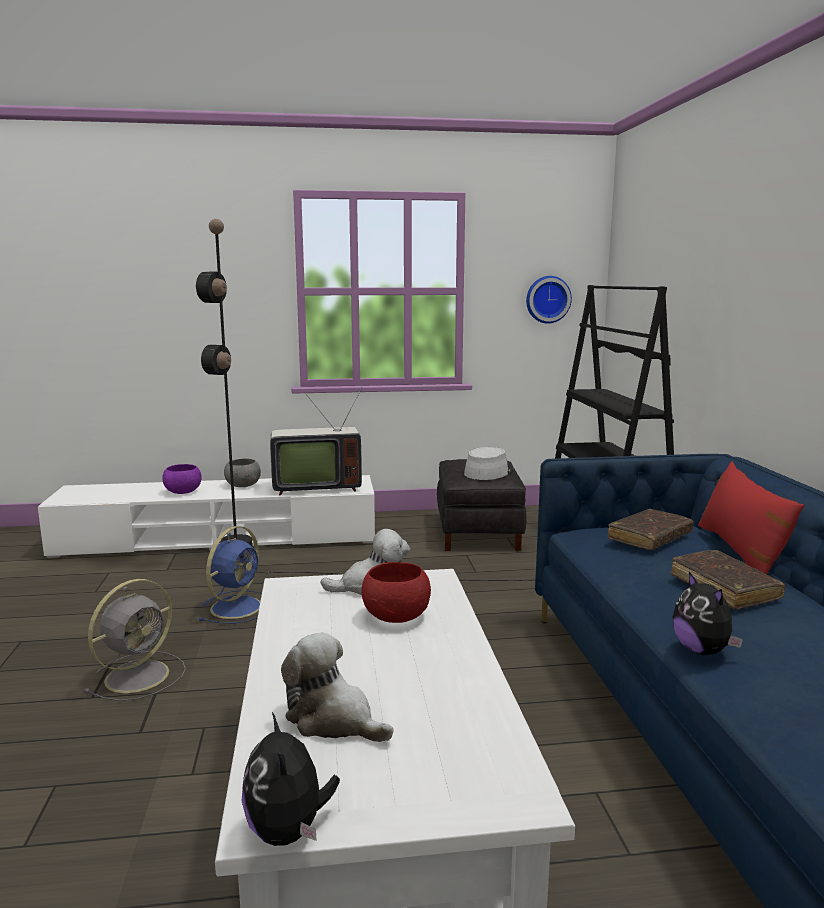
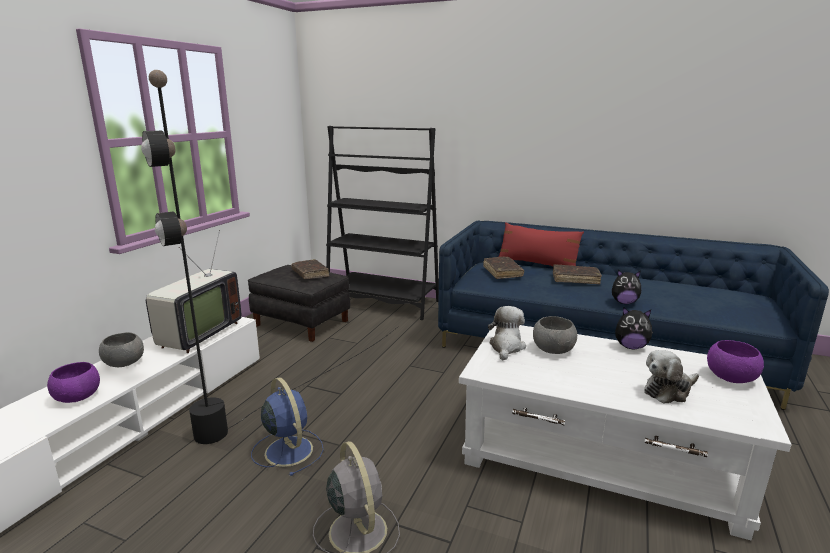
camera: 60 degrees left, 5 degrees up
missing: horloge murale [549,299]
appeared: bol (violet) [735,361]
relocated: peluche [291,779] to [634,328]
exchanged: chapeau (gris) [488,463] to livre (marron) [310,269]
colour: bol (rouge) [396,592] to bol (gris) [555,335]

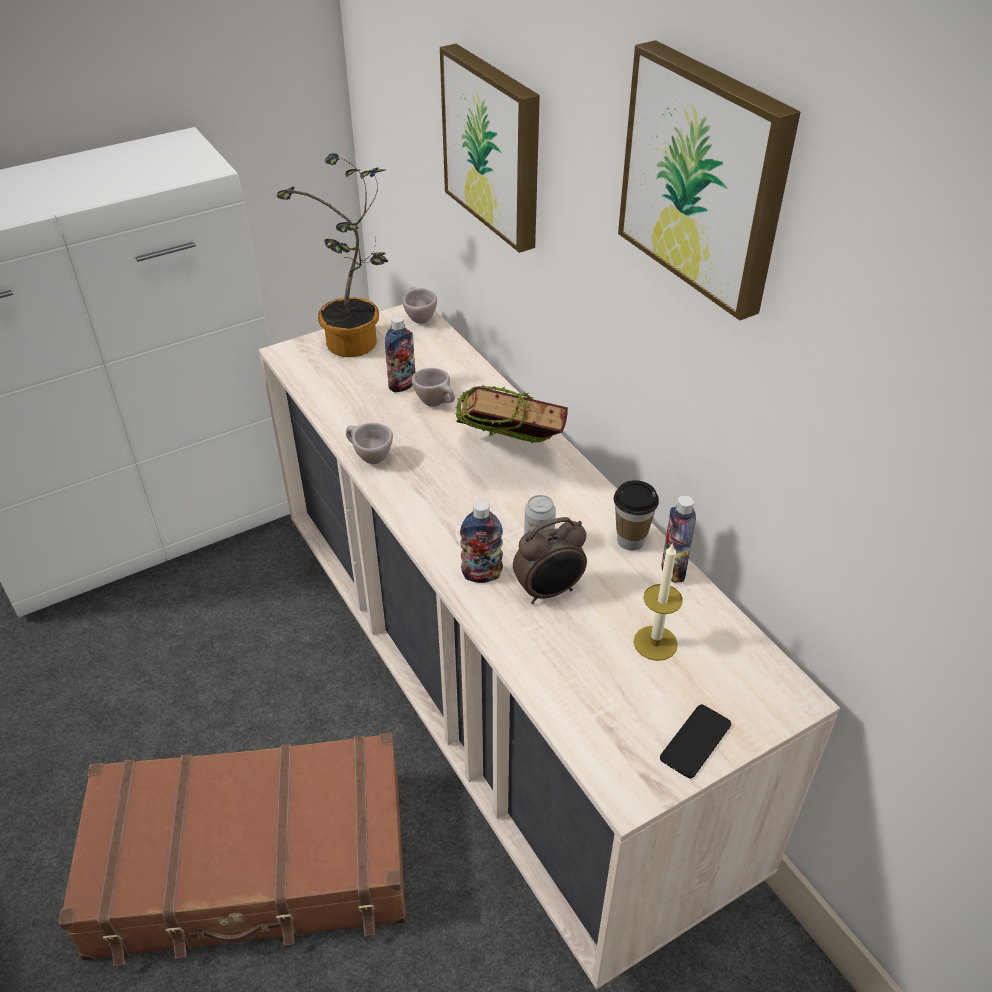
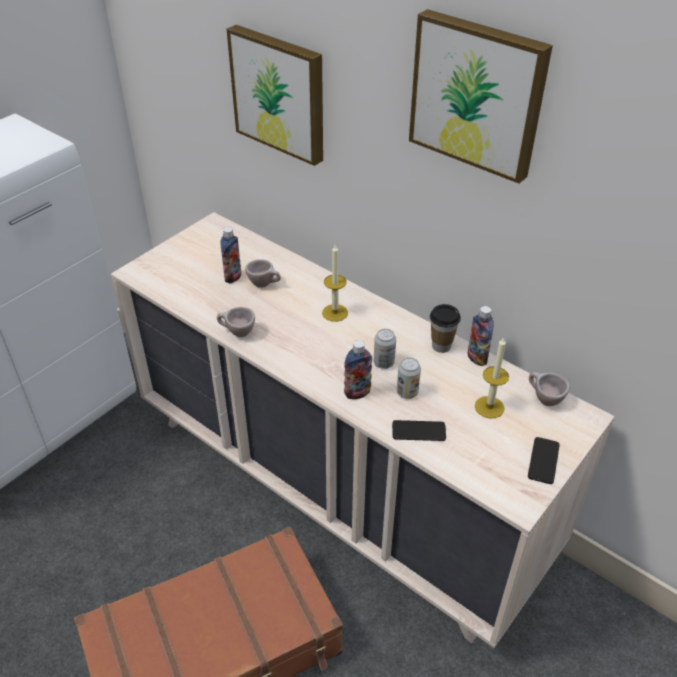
camera: 20 degrees left, 0 degrees up
missing: plante en pot [332,255]
appeared: téléphone [419,430]
relocated: tasse (beige) [420,305] to [549,389]
exchanged: livre [511,414] to bougie [335,283]; réveil [550,560] to boîte métallique [409,378]

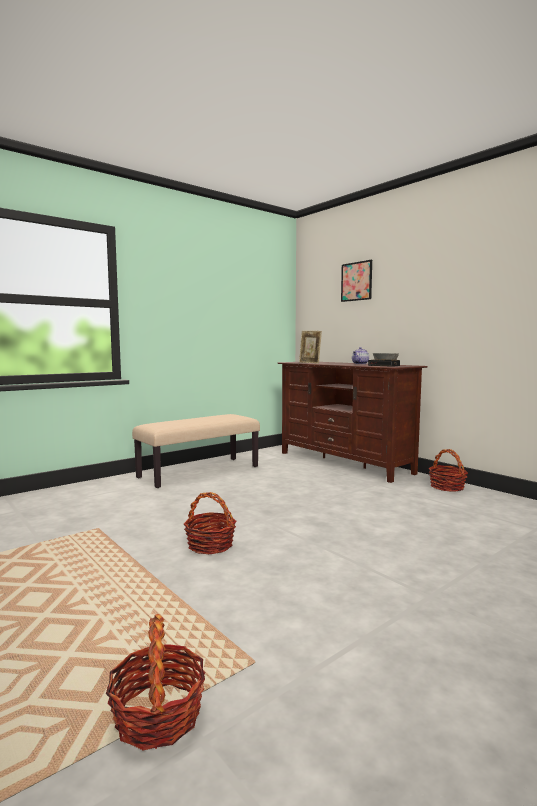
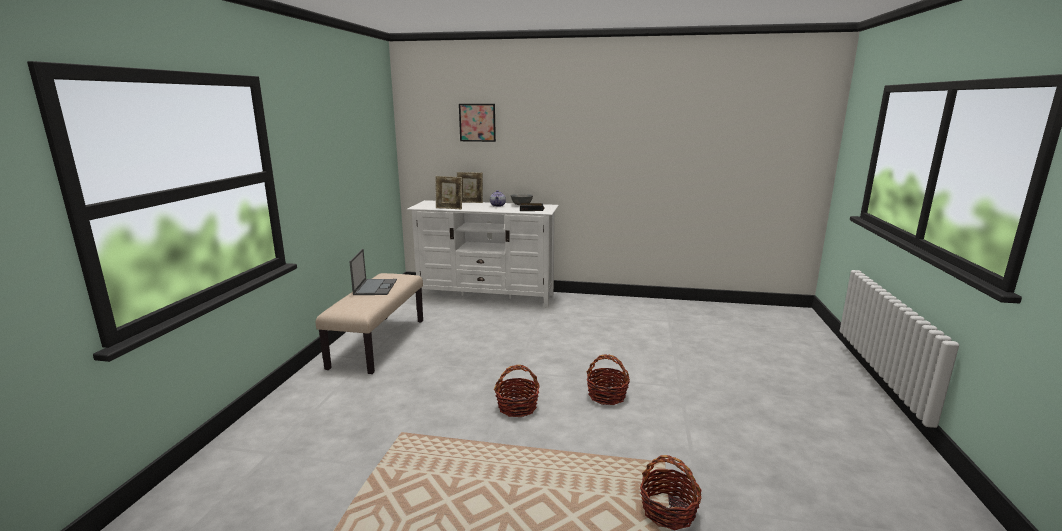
camera: 40 degrees left, 10 degrees up
appeared: ordinateur portable [373,272]; cadre photo [470,187]
relocated: panier [448,470] to [608,380]
colour: meuble télé (marron) [353,422] to meuble télé (blanc) [483,254]

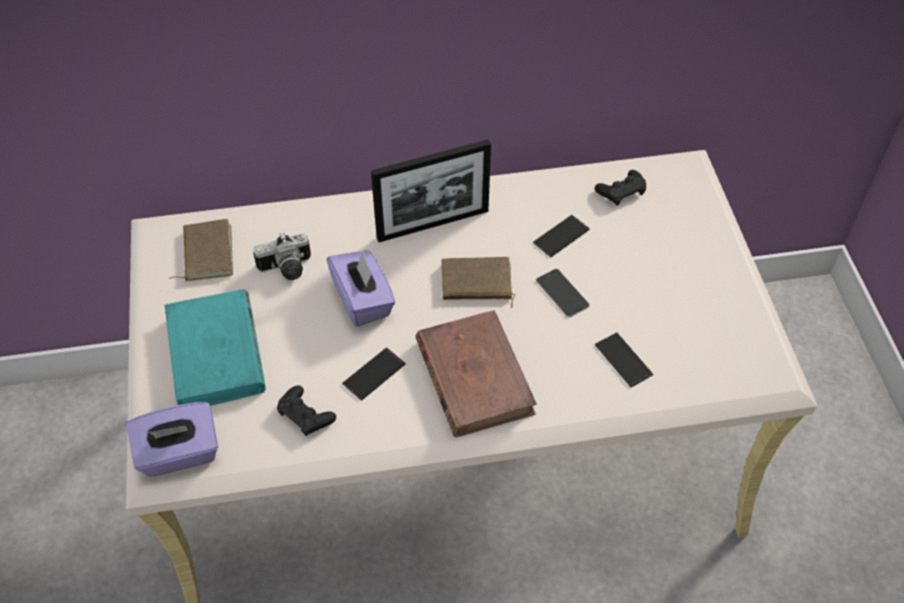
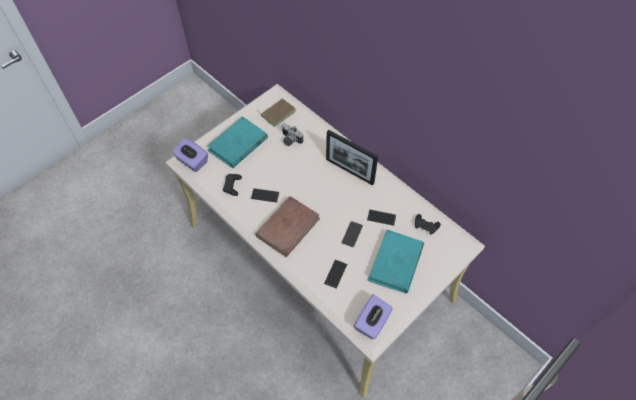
camera: 55 degrees right, 5 degrees up
missing: livre (marron) [478,282]
appeared: livre (turquoise) [395,261]
relocated: boîte à mouchoirs (violet) [361,288] to [373,316]

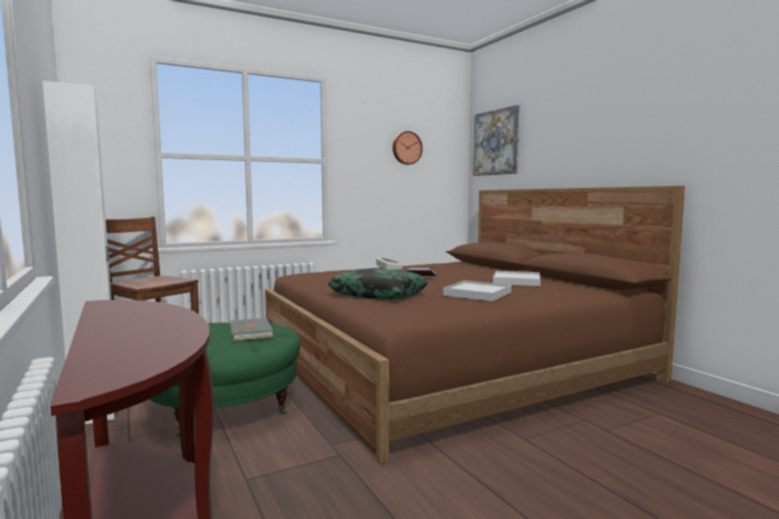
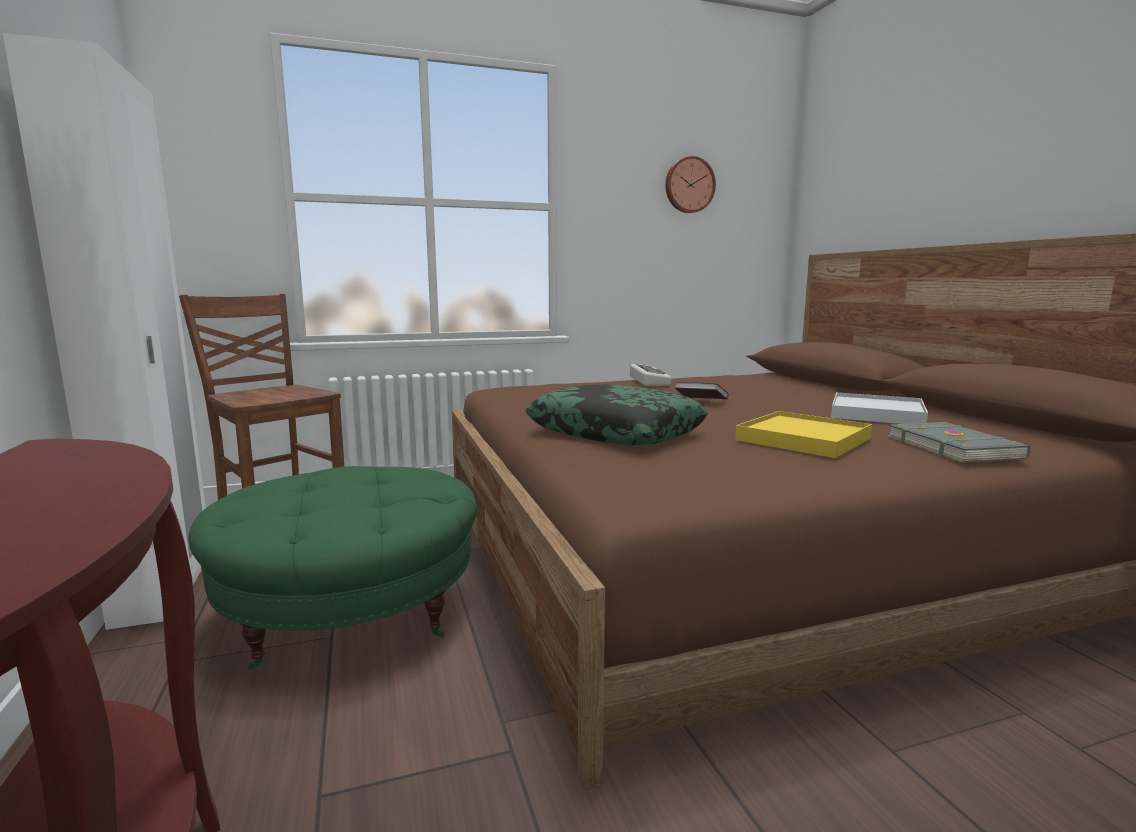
camera: 10 degrees right, 5 degrees up
missing: tableau [496,140]
relocated: livre (gris) [252,329] to [959,442]
colour: plateau (blanc) [477,290] to plateau (jaune) [803,434]

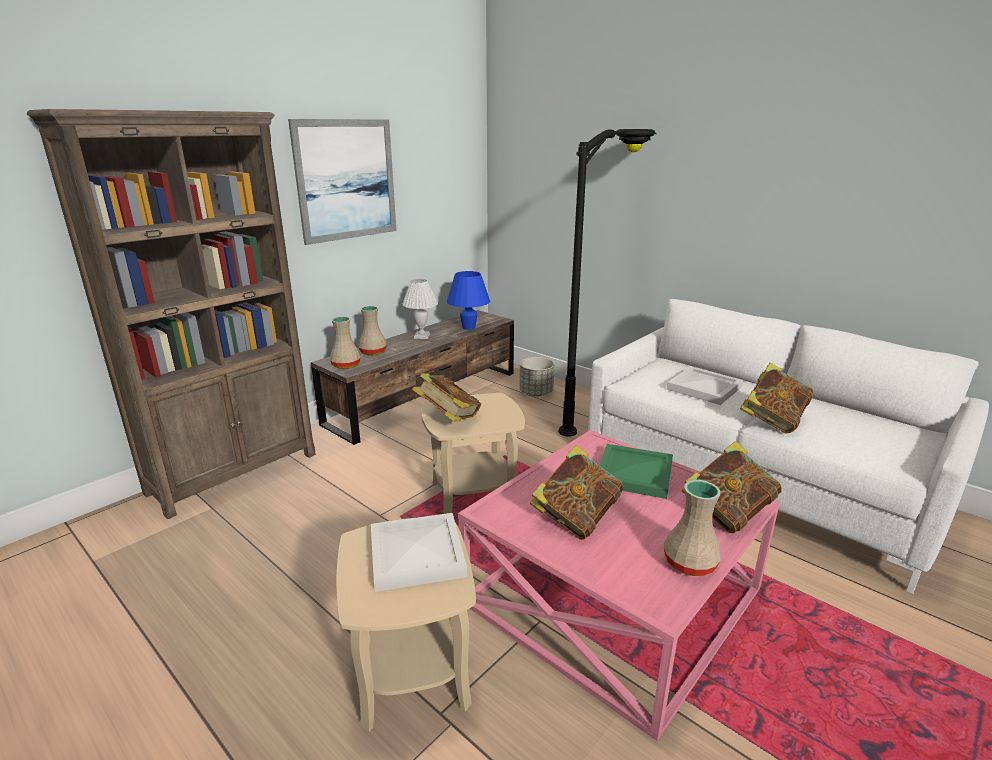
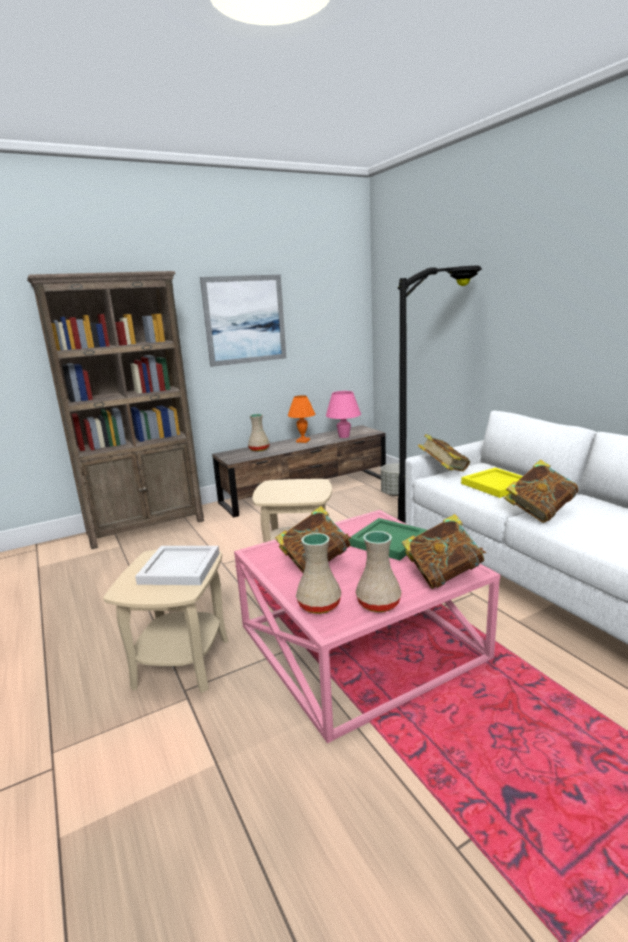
camera: 20 degrees right, 5 degrees down
relocated: vase (beige) [345,343] to [318,573]; livre [446,397] to [444,453]
colour: lampe de table (blanc) [420,309] to lampe de table (orange) [301,419]; lampe de table (bleu) [468,300] to lampe de table (rose) [343,414]; plateau (blanc) [705,386] to plateau (jaune) [492,483]

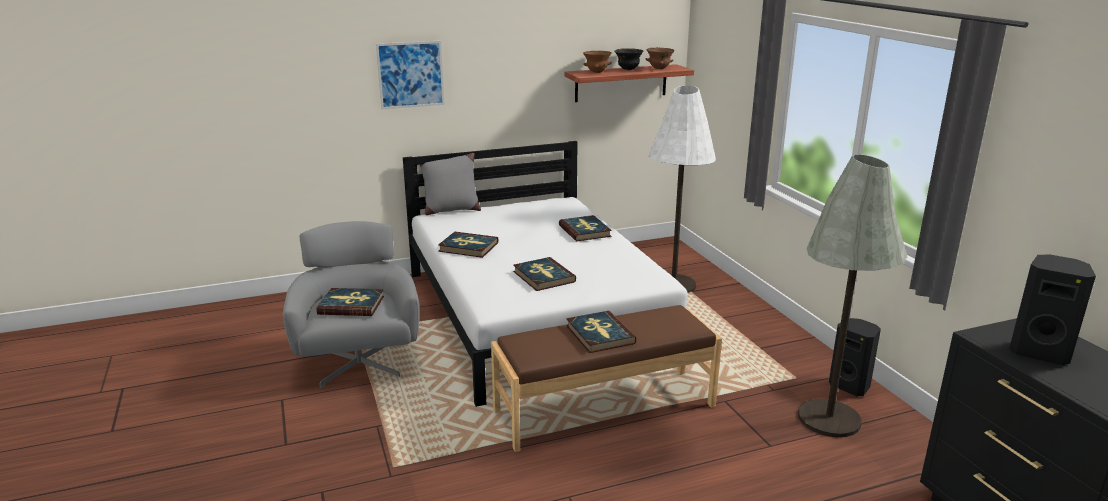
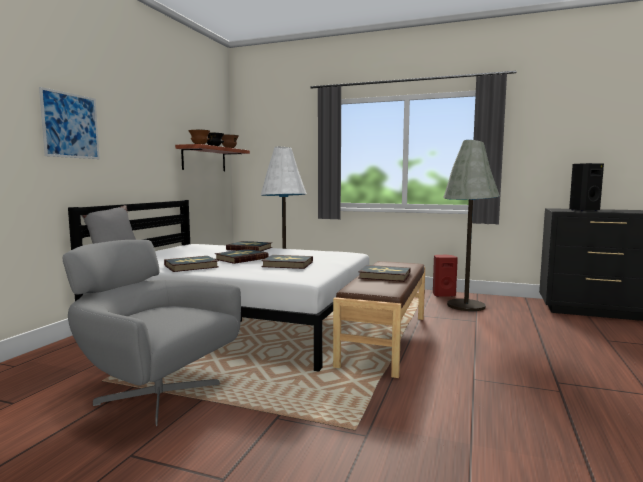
camera: 50 degrees left, 15 degrees down
relocated: livre [350,302] to [242,256]
colour: enceinte (noir) [855,357] to enceinte (rouge) [445,276]

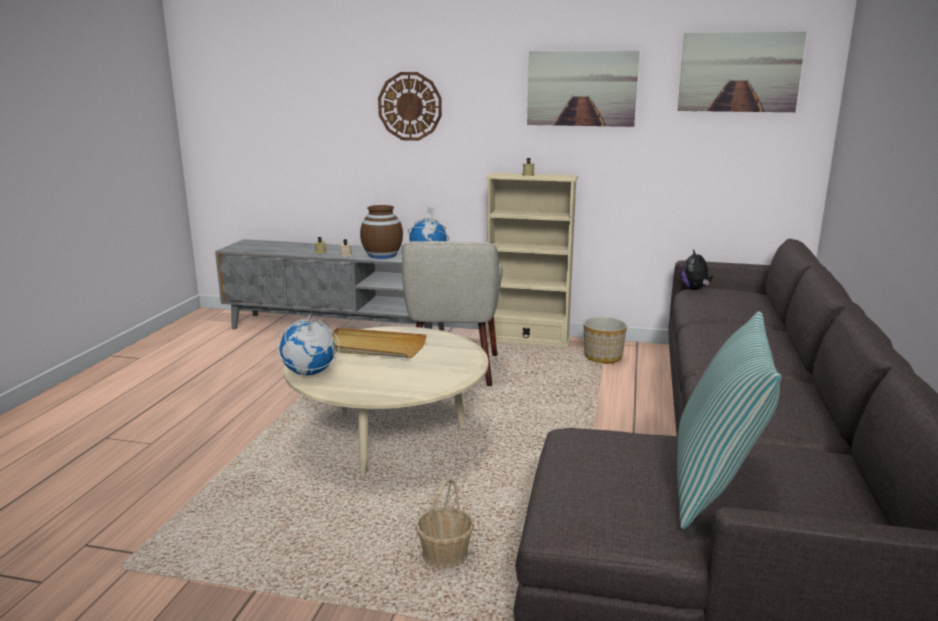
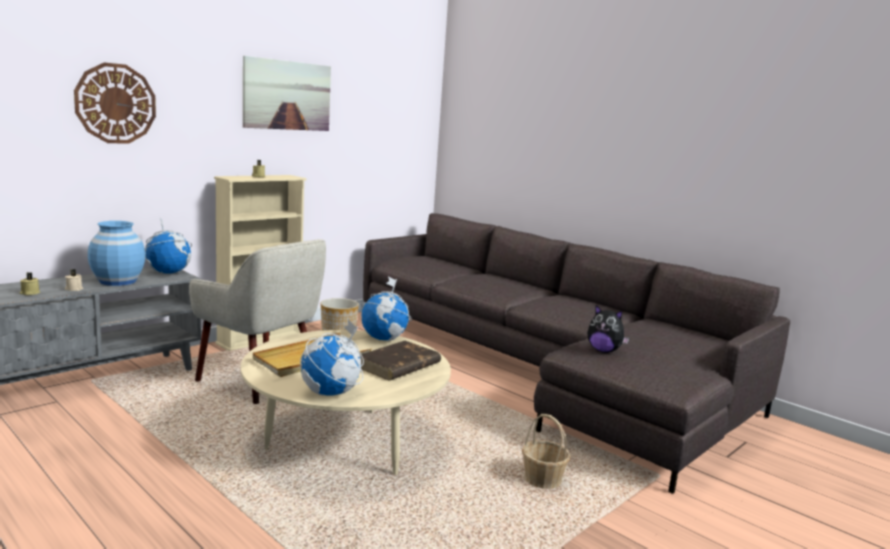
camera: 60 degrees left, 5 degrees down
missing: coussin [729,420]; tableau [742,71]
appeared: livre (marron) [400,361]; globe [386,308]
relocated: peluche [697,270] to [608,329]
colour: vase (marron) [381,232] to vase (bleu) [116,253]

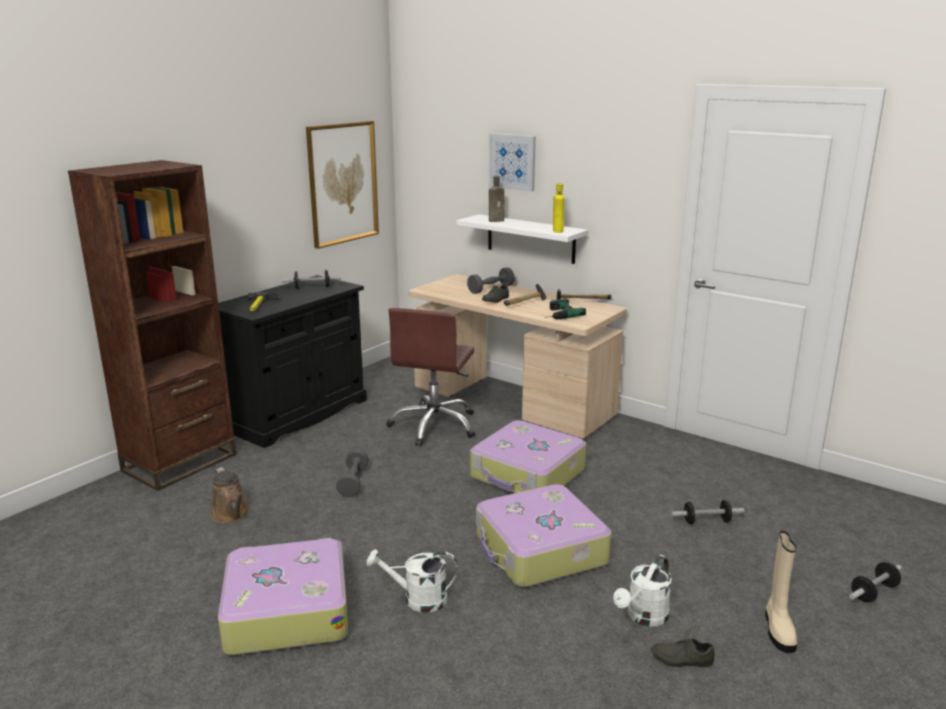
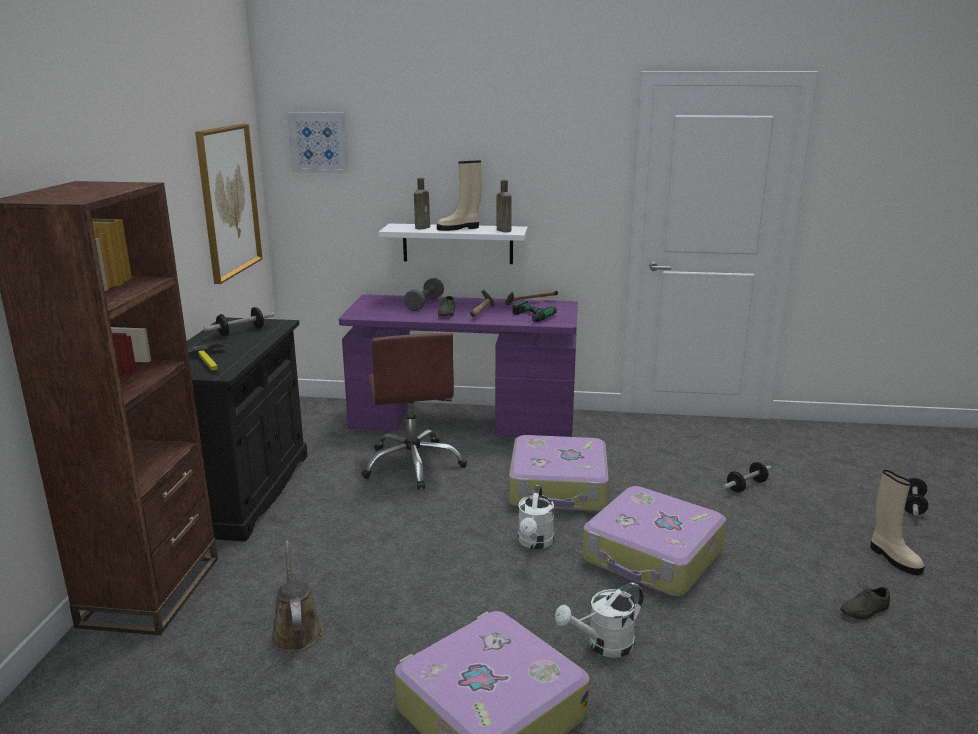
camera: 30 degrees left, 0 degrees up
missing: haltère (gris) [352,473]
appeared: botte (beige) [459,195]
relocated: tableau [512,162] to [318,142]; arrosoir (blanc) [642,591] to [536,517]
colour: bureau (beige) [517,356] to bureau (violet) [458,365]; bouteille (jaune) [558,208] to bouteille (marron) [504,206]
spun: arrosoir (marron) [230,495] = [297,596] 135 degrees counterclockwise

